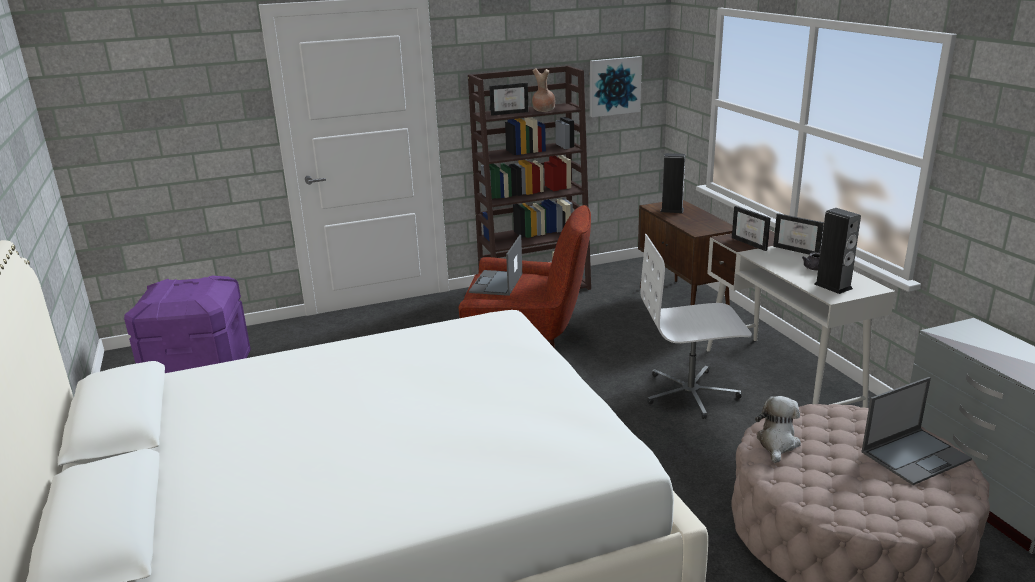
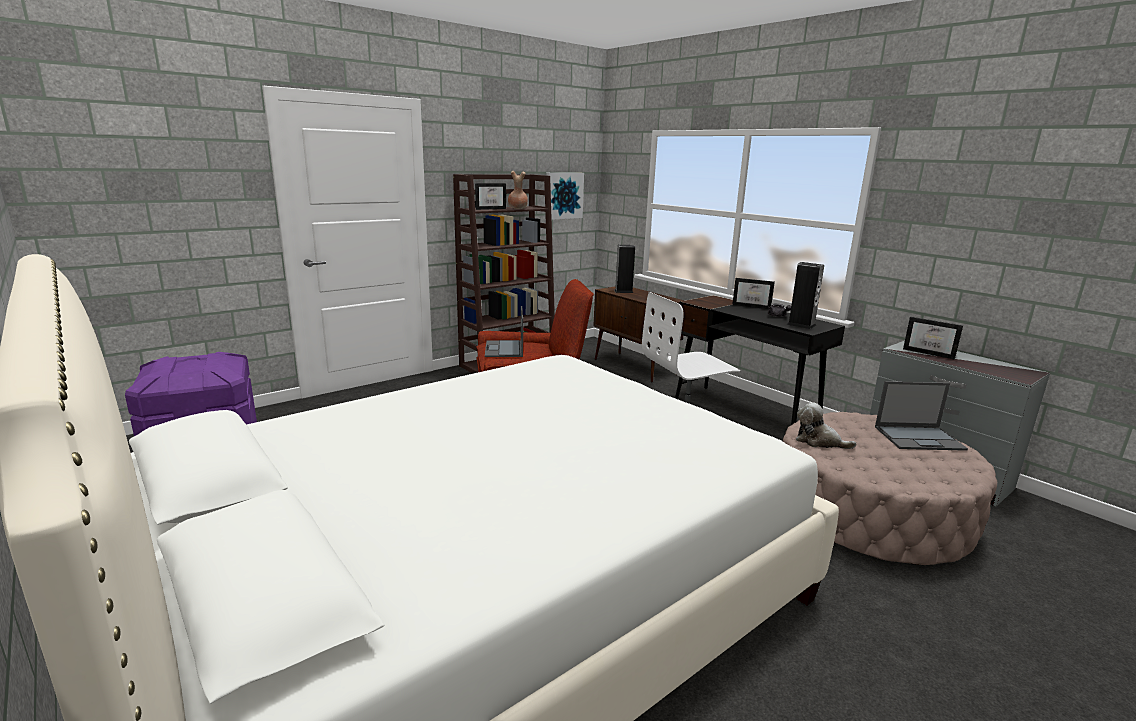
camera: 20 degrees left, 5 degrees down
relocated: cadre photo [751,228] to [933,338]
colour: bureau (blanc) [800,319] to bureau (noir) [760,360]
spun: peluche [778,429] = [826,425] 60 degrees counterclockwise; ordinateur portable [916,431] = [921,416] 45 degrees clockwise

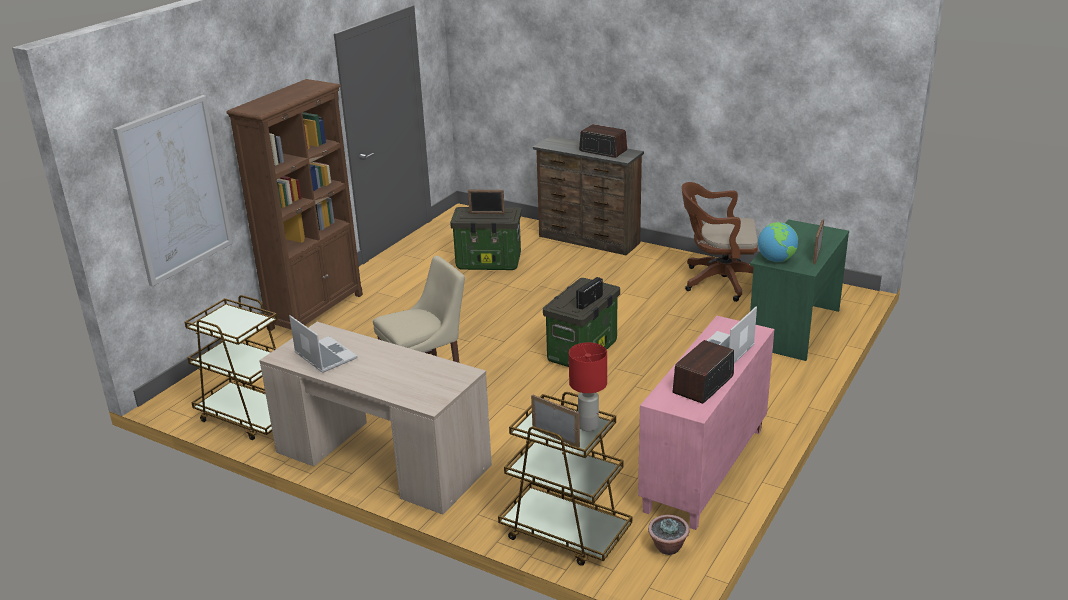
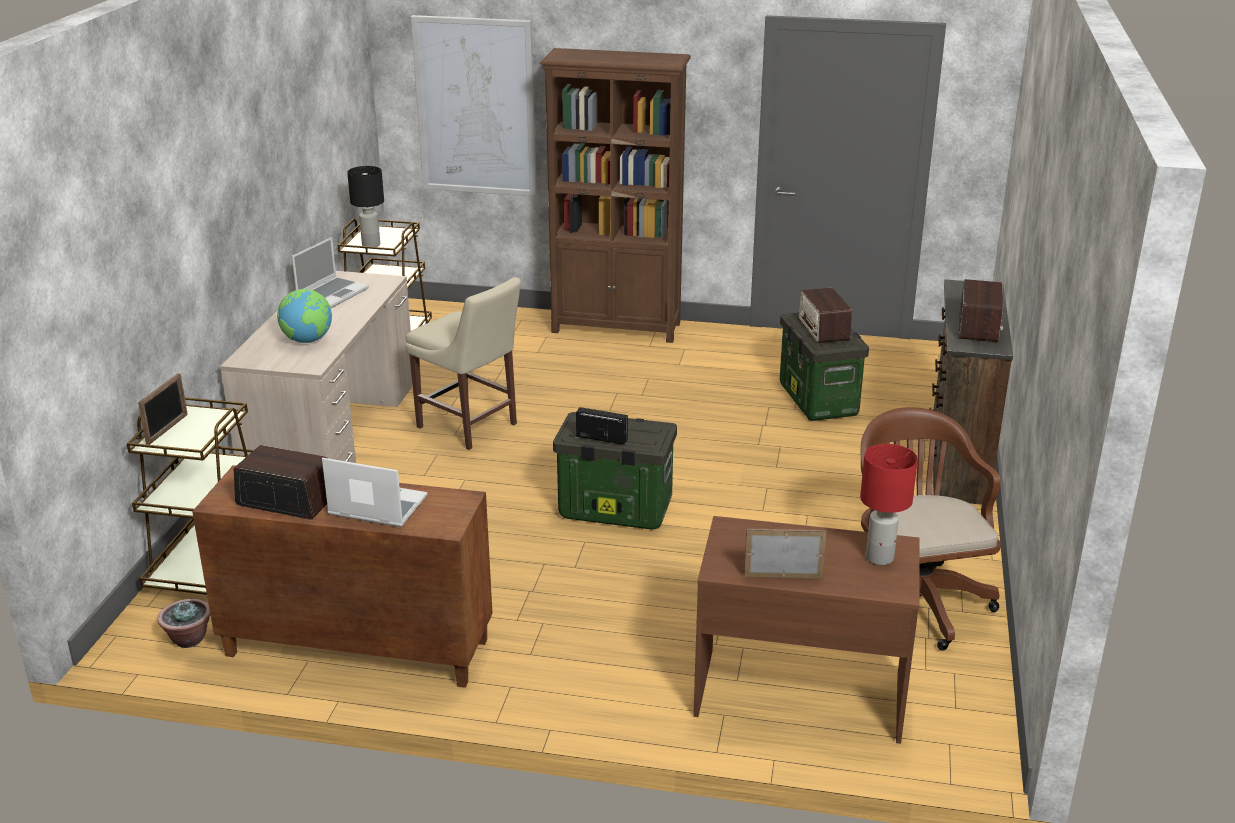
camera: 70 degrees right, 0 degrees up
appeared: lampe de table (noir) [365,206]
relocated: lampe de table (rouge) [588,387] to [889,504]; globe [778,242] to [304,316]
exchanged: cadre photo [486,202] to radio [825,315]
colour: meuble de rangement (rose) [706,423] to meuble de rangement (marron) [342,576]; bureau (vert) [799,290] to bureau (marron) [806,630]

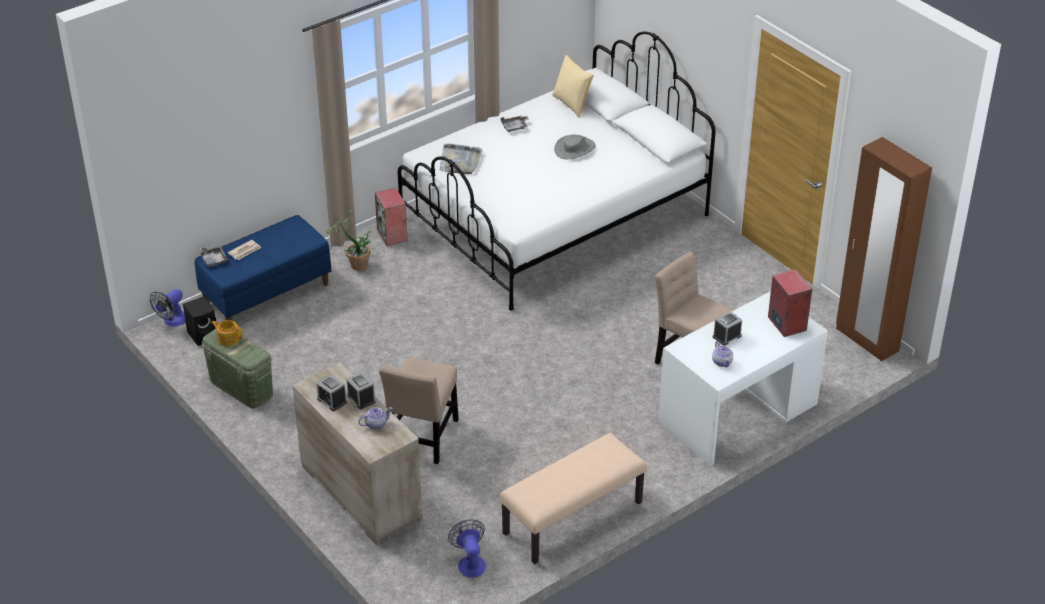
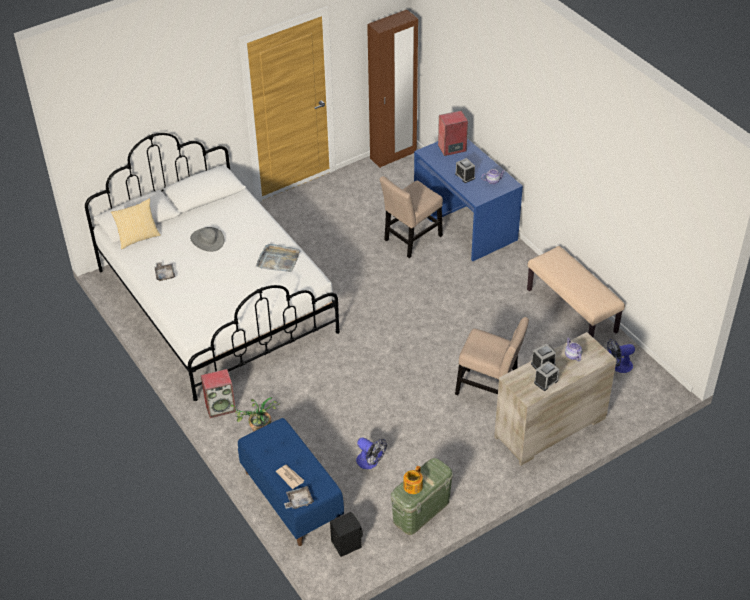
camera: 85 degrees left, 5 degrees up
relocated: ventilateur [168,308] to [371,453]; plateau (gris) [461,159] to [278,257]
colour: bureau (blanc) [743,378] to bureau (bleu) [468,199]

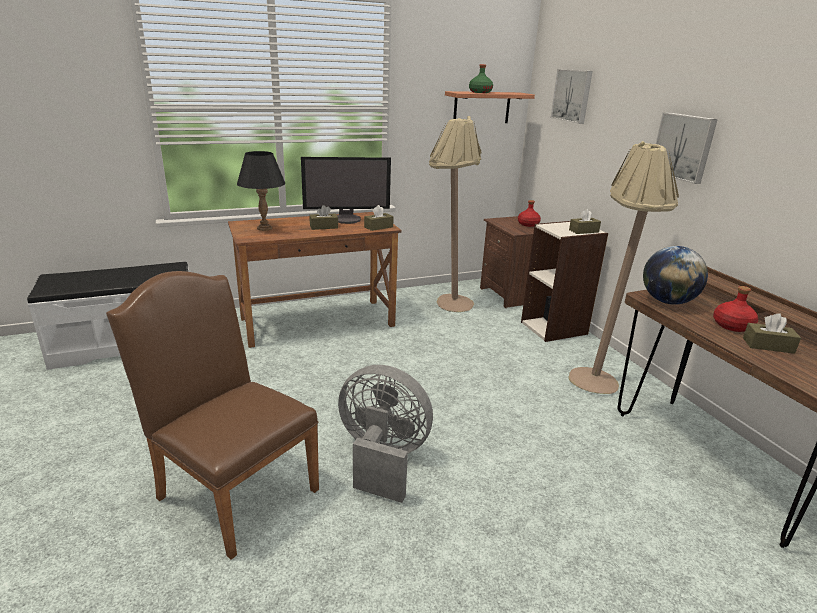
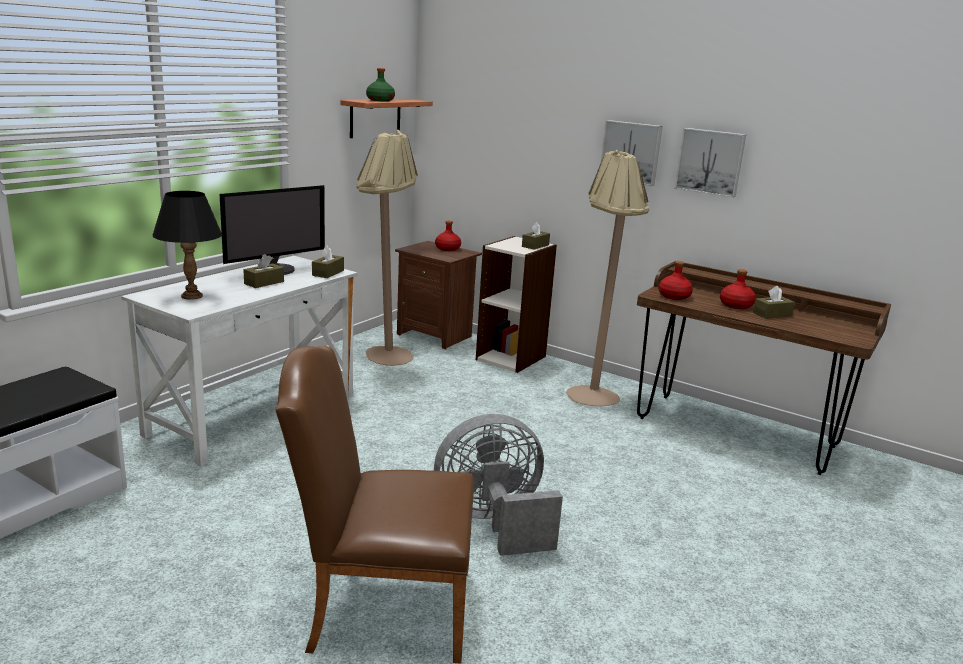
camera: 35 degrees left, 5 degrees down
relocated: tableau [572,96] to [710,163]
exchanged: globe [675,275] to bouteille (rouge) [675,280]
colour: bureau (marron) [314,280] to bureau (blanc) [239,361]

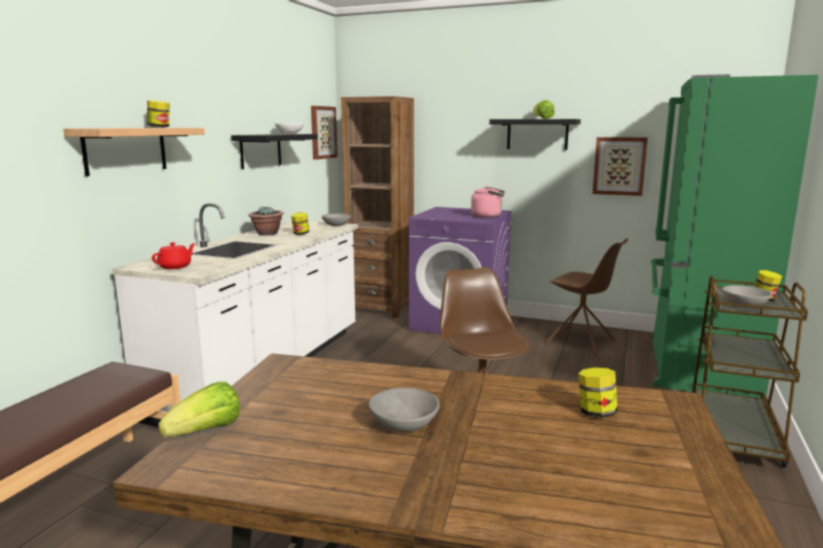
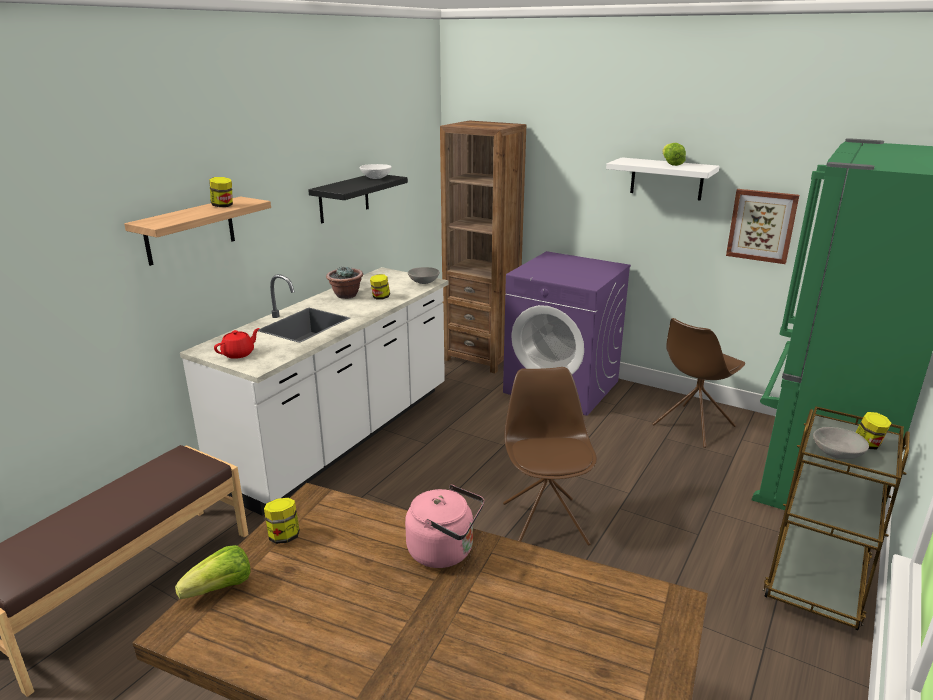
camera: 10 degrees right, 10 degrees up
missing: tableau [324,132]; bol (gris) [404,410]
relocated: bouilloire (rose) [488,202] to [444,526]; bocal [598,392] to [282,521]
colour: étagère (noir) [535,134] to étagère (blanc) [662,179]
spun: chaise (marron) [586,296] = [698,383] 90 degrees clockwise

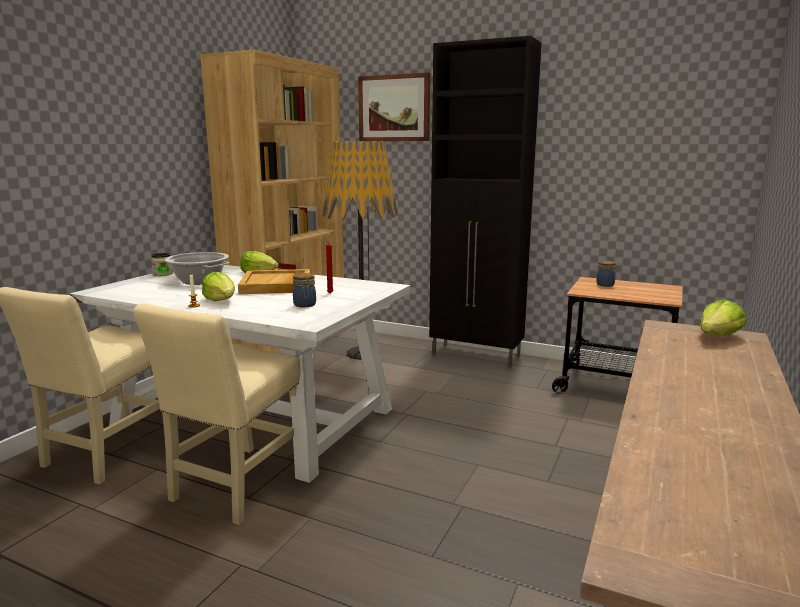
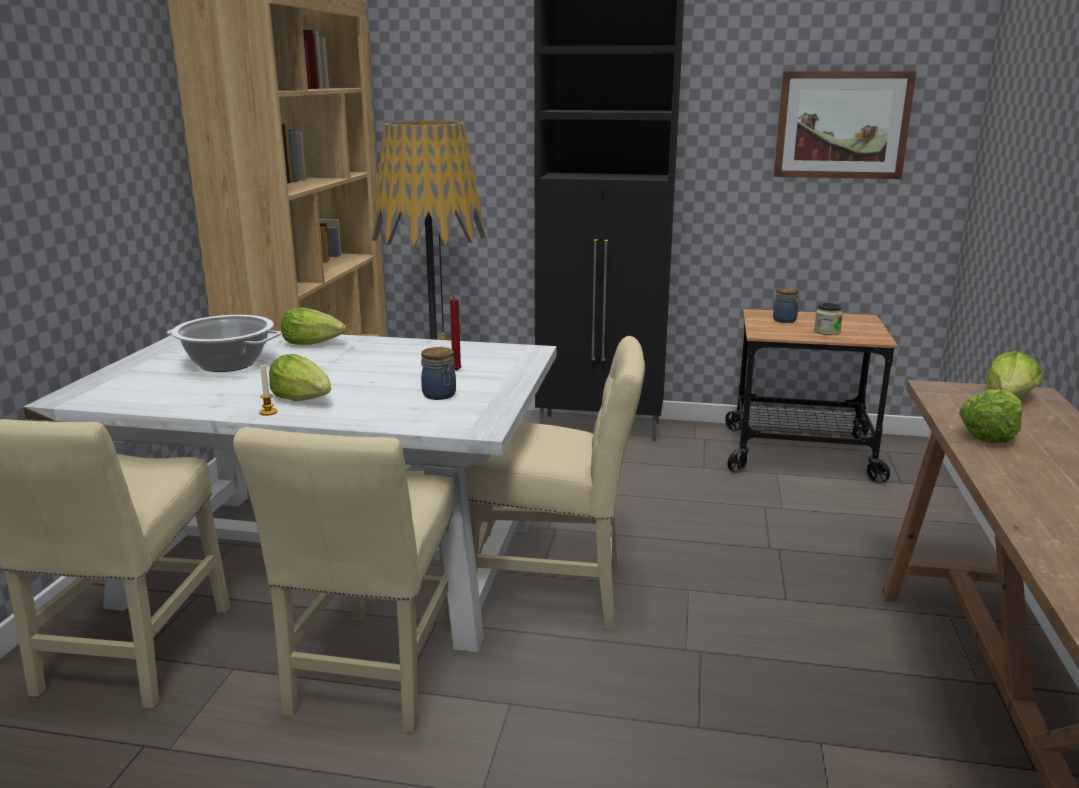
camera: 15 degrees left, 5 degrees up
missing: plateau (beige) [274,281]
appeared: chaise (beige) [555,483]; laitue [991,416]
relocated: bocal [162,264] to [828,319]; tableau [394,107] to [845,125]

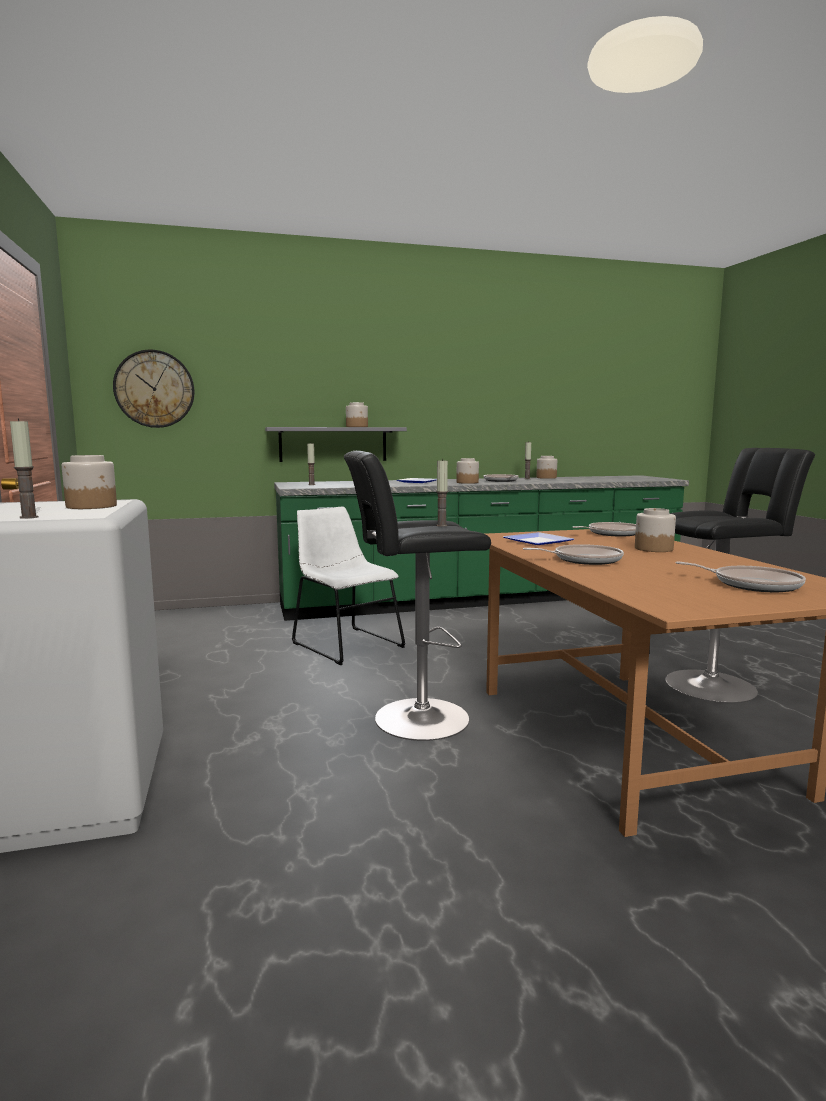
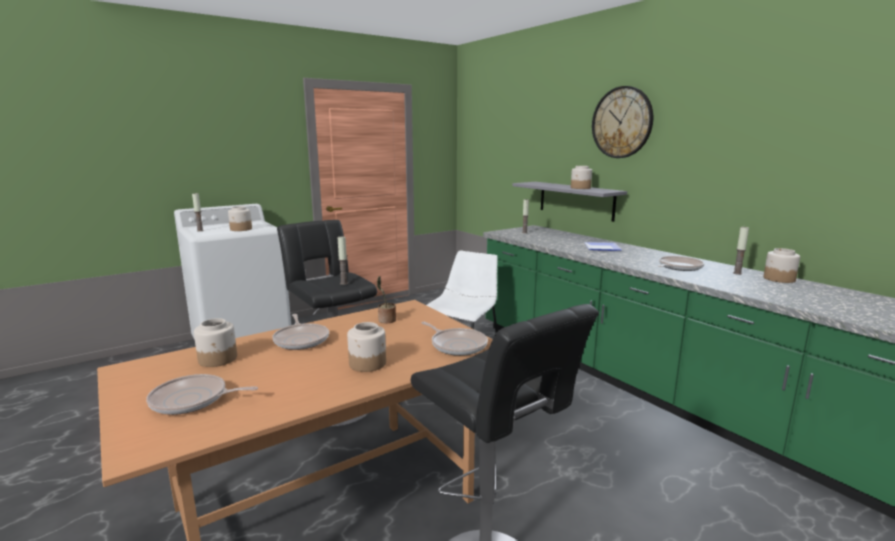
camera: 70 degrees right, 5 degrees up
relocated: horloge murale [154,389] to [622,122]; bocal [467,471] to [215,342]
exchanged: assiette [538,538] to plante en pot [386,299]
spun: poêle [741,577] = [202,394] 75 degrees clockwise

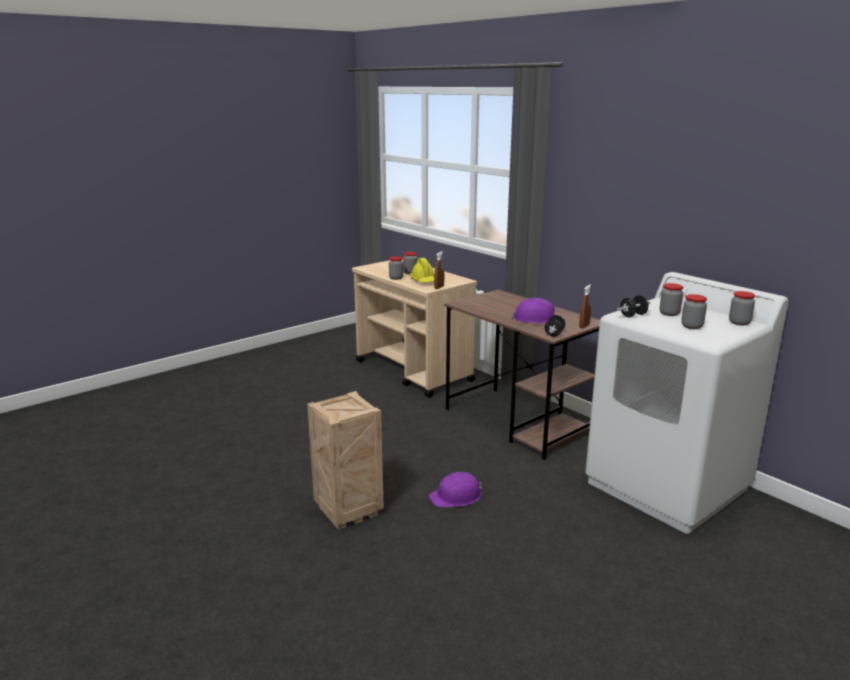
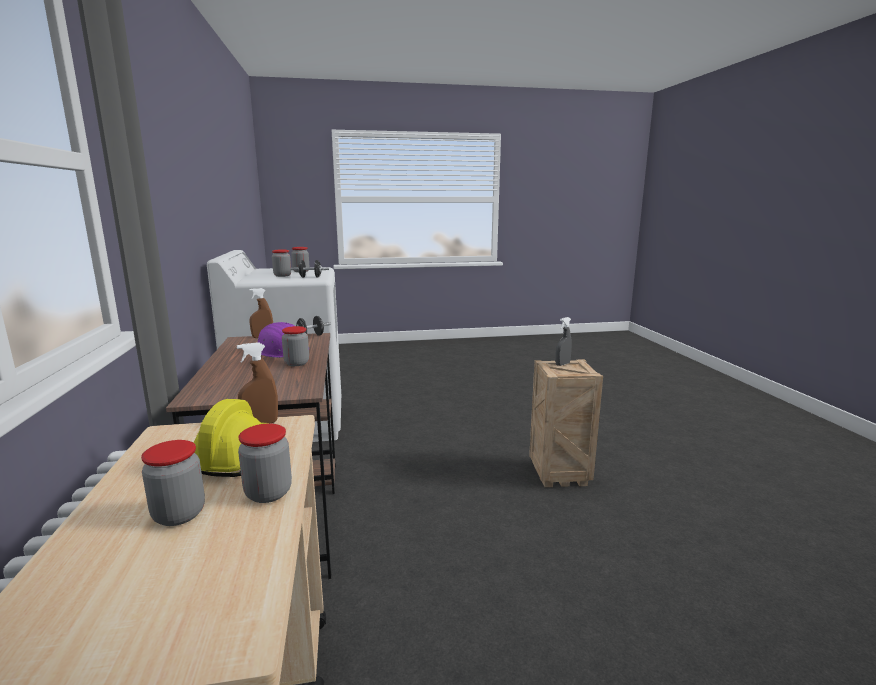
camera: 150 degrees left, 5 degrees down
missing: casque de chantier (violet) [456,489]
appeared: vaporisateur (gris) [563,341]
relocated: bocal [742,308] to [295,346]

